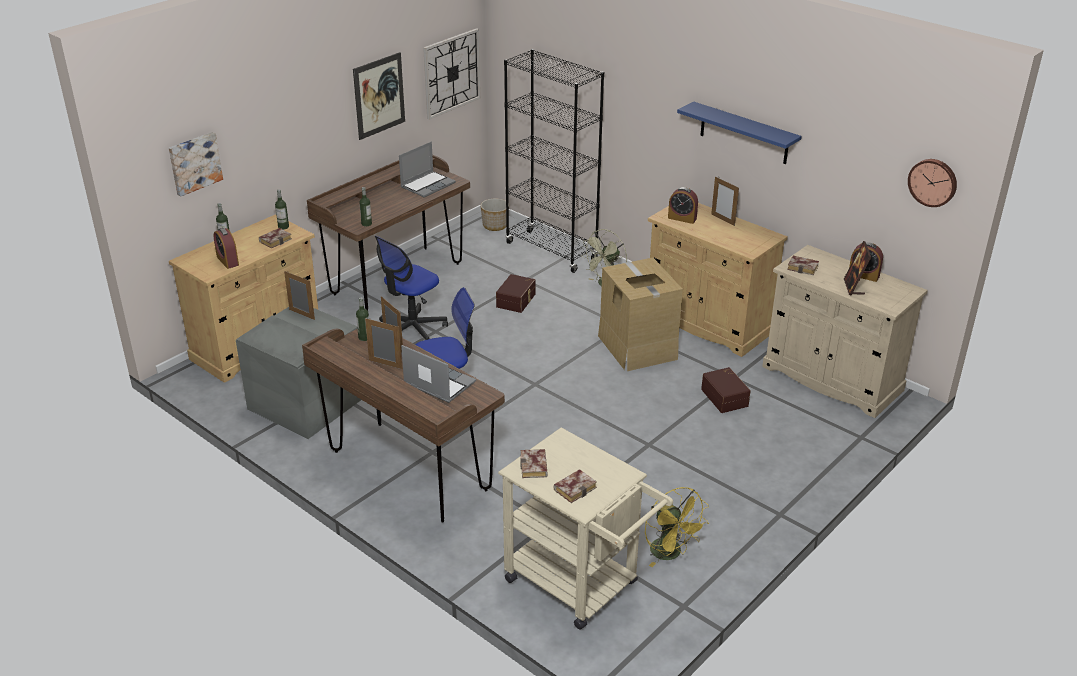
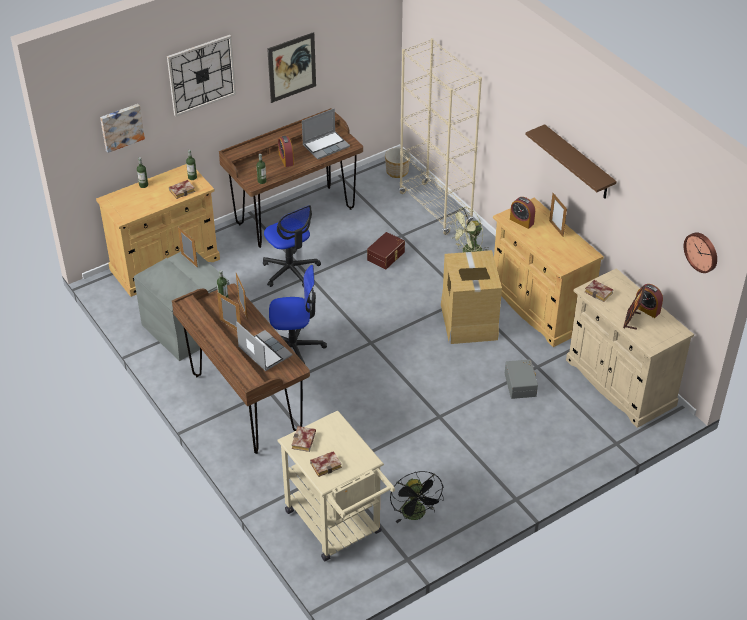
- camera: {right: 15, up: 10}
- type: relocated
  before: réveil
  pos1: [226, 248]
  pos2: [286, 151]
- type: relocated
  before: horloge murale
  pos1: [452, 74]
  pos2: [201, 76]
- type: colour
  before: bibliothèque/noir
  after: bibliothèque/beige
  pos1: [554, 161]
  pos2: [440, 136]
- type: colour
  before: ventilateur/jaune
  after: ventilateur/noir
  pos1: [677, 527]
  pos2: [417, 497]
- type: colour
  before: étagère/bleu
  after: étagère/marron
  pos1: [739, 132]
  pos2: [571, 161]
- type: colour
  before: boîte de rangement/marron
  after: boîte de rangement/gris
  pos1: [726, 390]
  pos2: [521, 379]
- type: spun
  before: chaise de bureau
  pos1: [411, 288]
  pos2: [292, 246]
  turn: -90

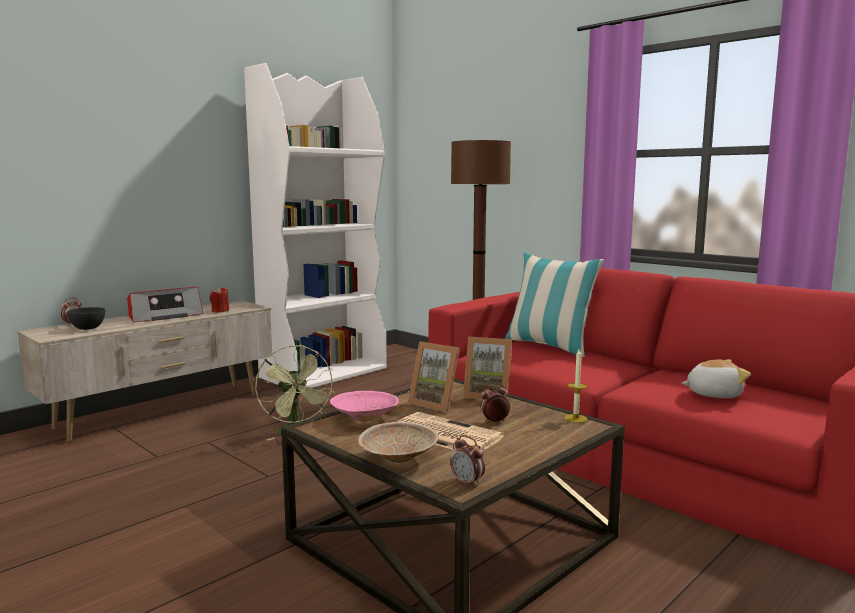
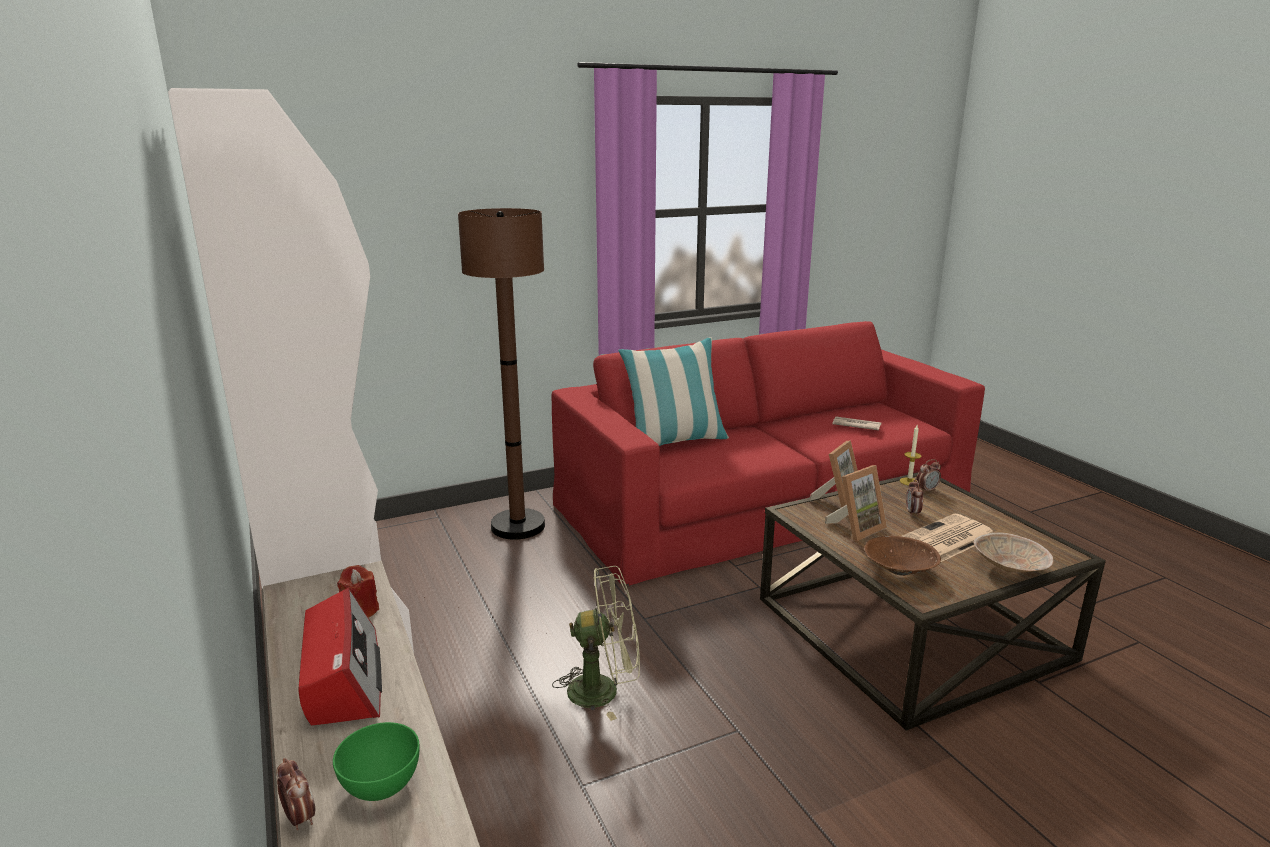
- camera: {right: -70, up: 10}
- type: relocated
  before: réveil
  pos1: [467, 461]
  pos2: [928, 476]
- type: exchanged
  before: peluche
  after: journal
  pos1: [716, 378]
  pos2: [856, 423]
- type: colour
  before: bol/gris
  after: bol/vert
  pos1: [86, 318]
  pos2: [376, 761]
- type: colour
  before: bol/rose
  after: bol/marron
  pos1: [364, 406]
  pos2: [902, 556]

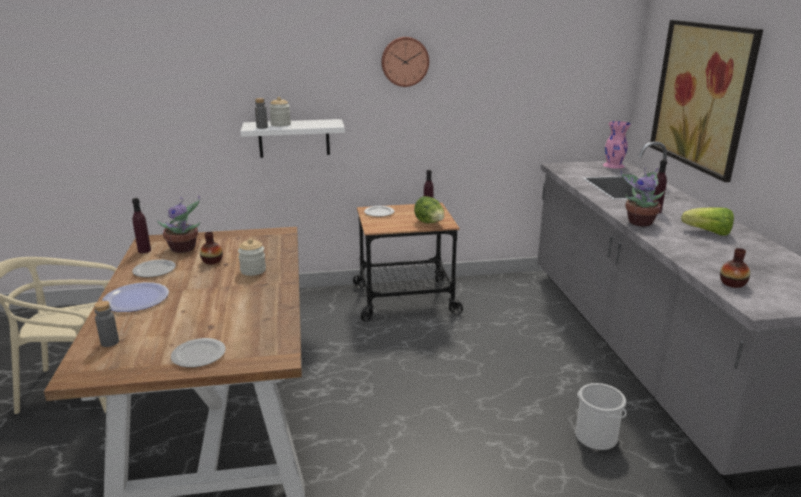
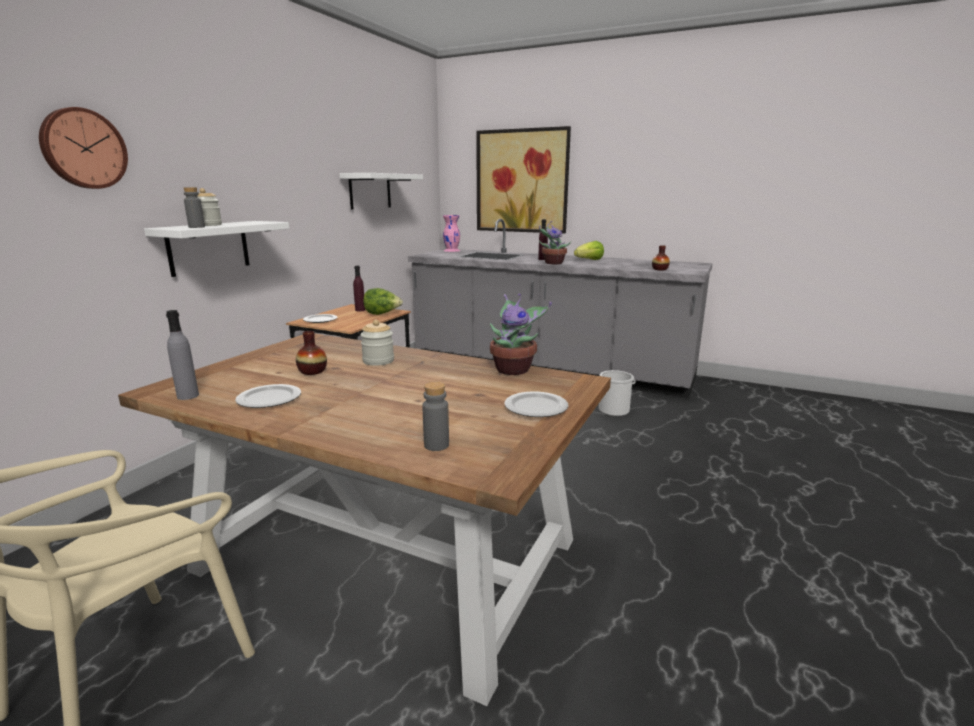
- camera: {right: -55, up: -5}
- type: missing
  before: assiette
  pos1: [135, 297]
- type: appeared
  after: étagère/blanc
  pos2: [381, 191]
- type: relocated
  before: plante en pot
  pos1: [178, 224]
  pos2: [521, 334]
- type: relocated
  before: horloge murale
  pos1: [405, 62]
  pos2: [83, 148]
- type: colour
  before: bouteille/violet
  after: bouteille/gris
  pos1: [141, 225]
  pos2: [182, 355]

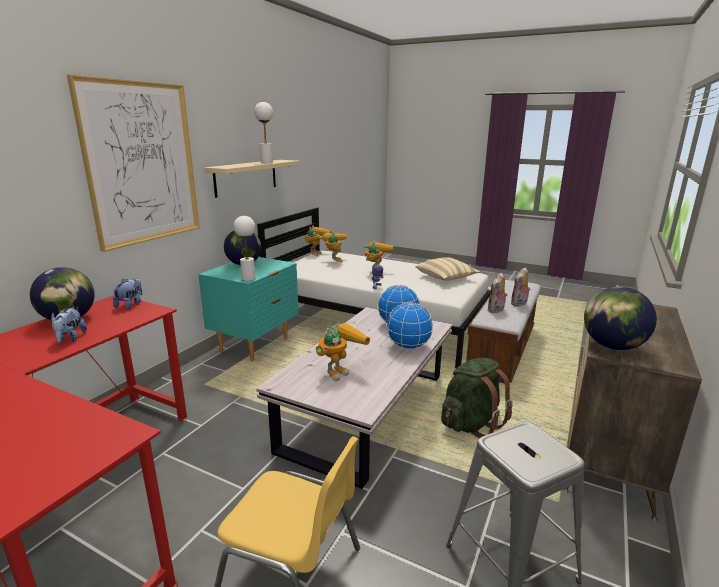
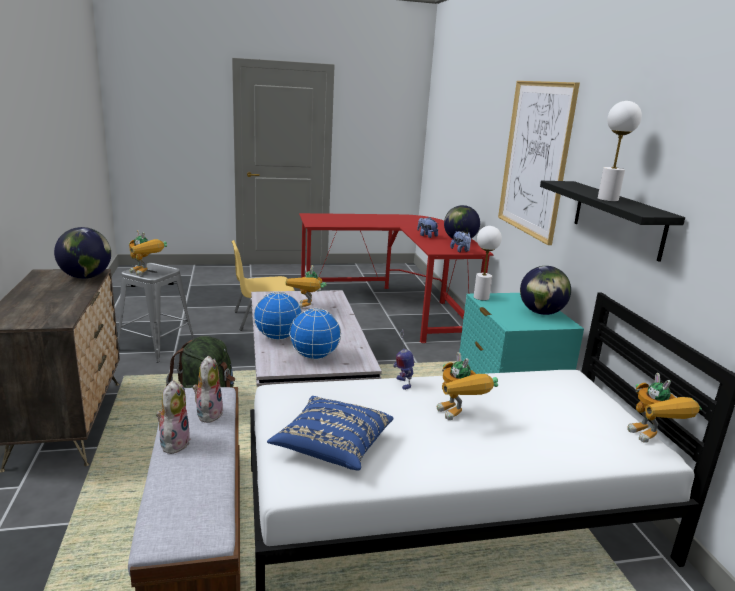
- camera: {right: 140, up: 0}
- type: relocated
  before: robot jouet
  pos1: [333, 247]
  pos2: [148, 253]
- type: colour
  before: étagère/beige
  after: étagère/noir
  pos1: [252, 179]
  pos2: [612, 221]
- type: colour
  before: coussin/beige
  after: coussin/bleu
  pos1: [447, 269]
  pos2: [330, 433]

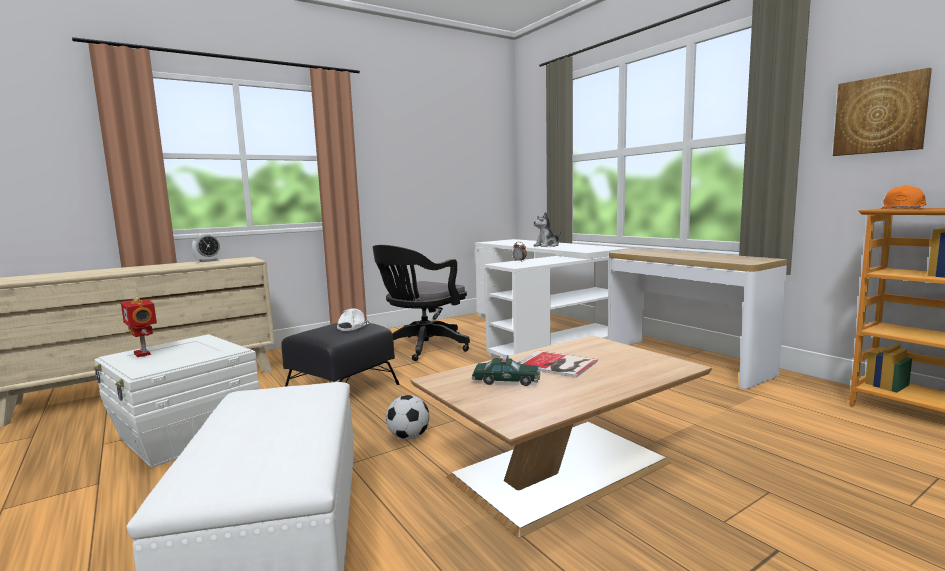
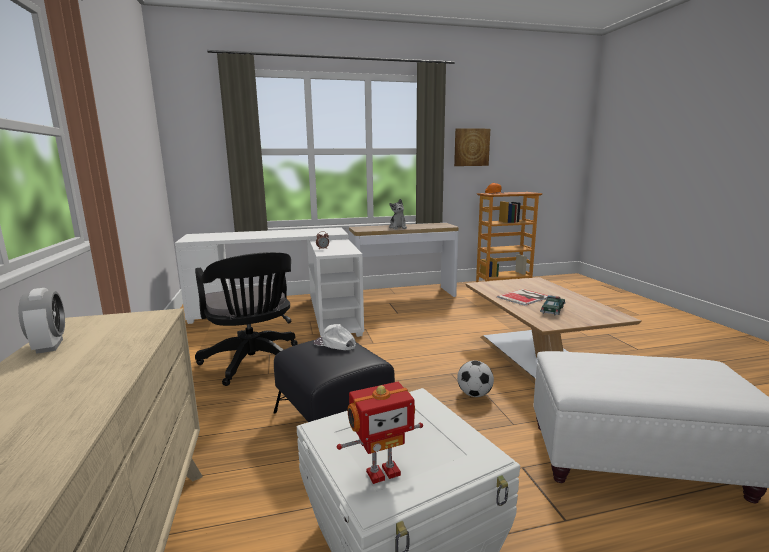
- camera: {right: -70, up: 5}
- type: relocated
  before: peluche
  pos1: [547, 229]
  pos2: [398, 214]

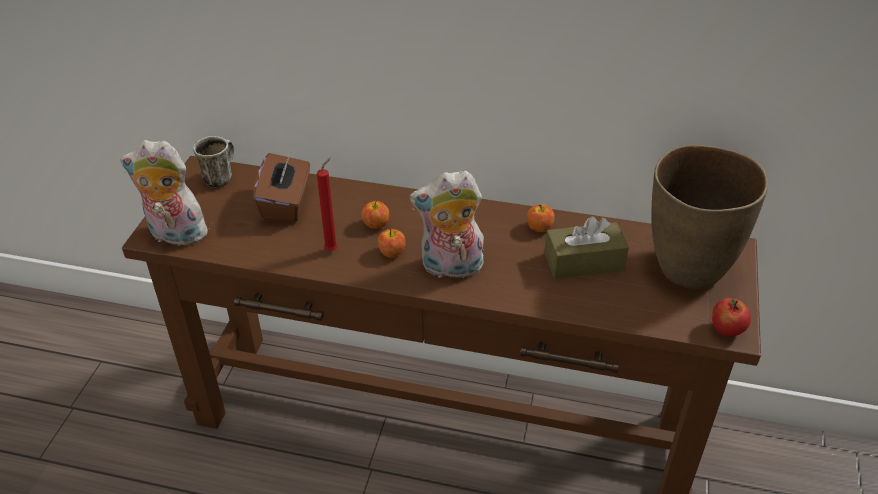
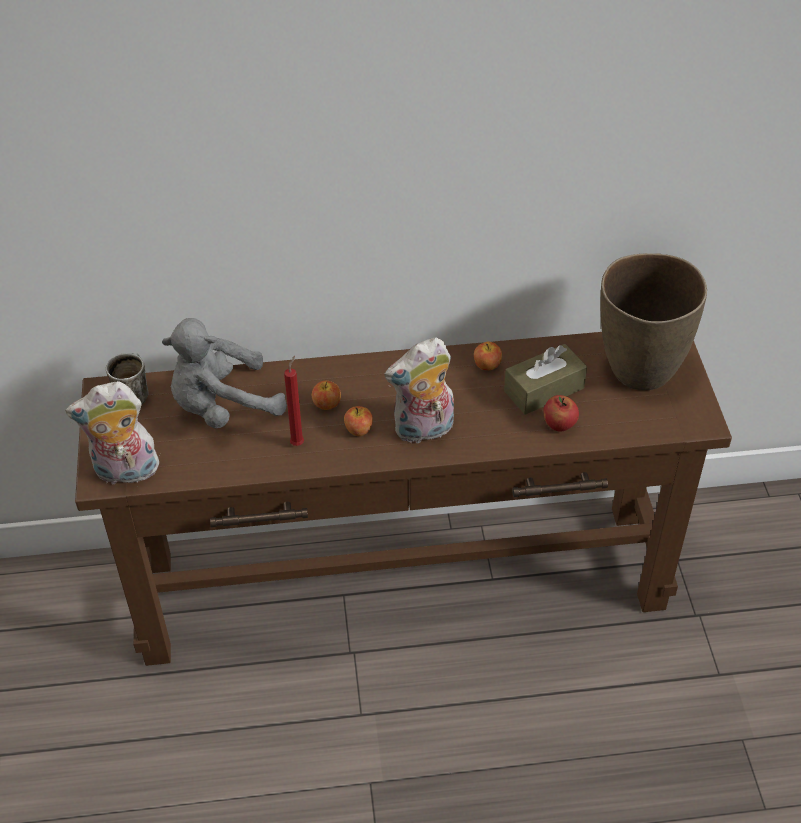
- camera: {right: -20, up: 5}
- type: relocated
  before: pomme
  pos1: [731, 317]
  pos2: [561, 413]
- type: exchanged
  before: boîte à mouchoirs/marron
  after: peluche/gris
  pos1: [281, 187]
  pos2: [224, 373]

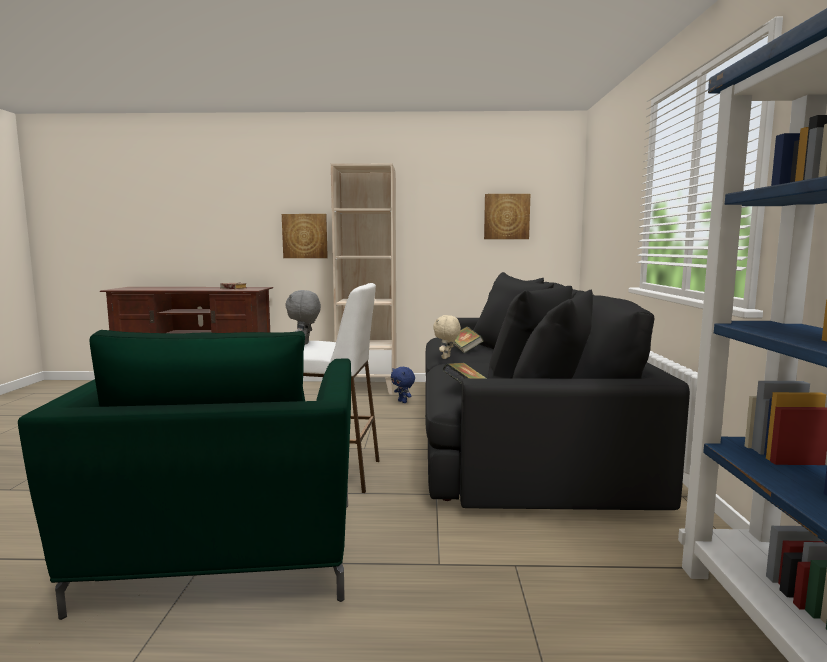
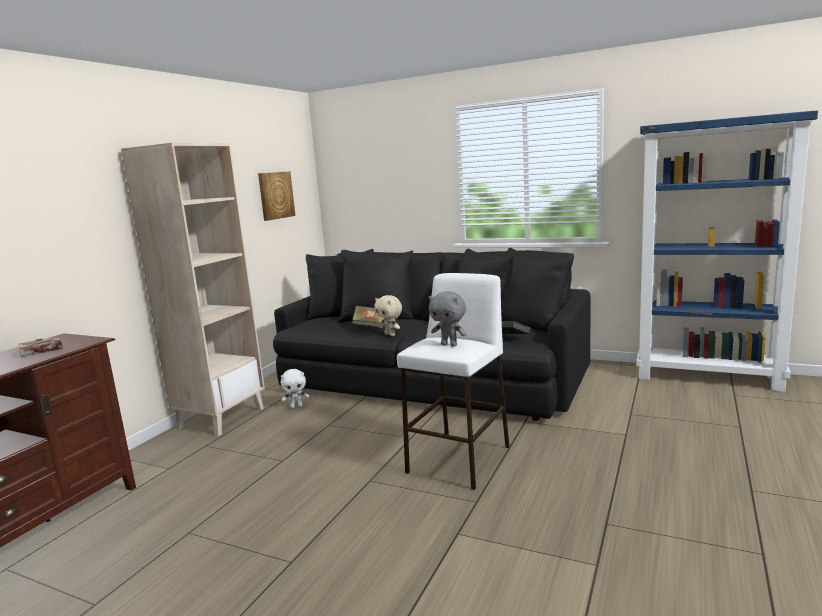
- camera: {right: -65, up: 5}
- type: missing
  before: fauteuil/vert
  pos1: [184, 475]
- type: missing
  before: tableau
  pos1: [305, 236]
- type: colour
  before: peluche/bleu
  after: peluche/blanc
  pos1: [403, 385]
  pos2: [295, 388]

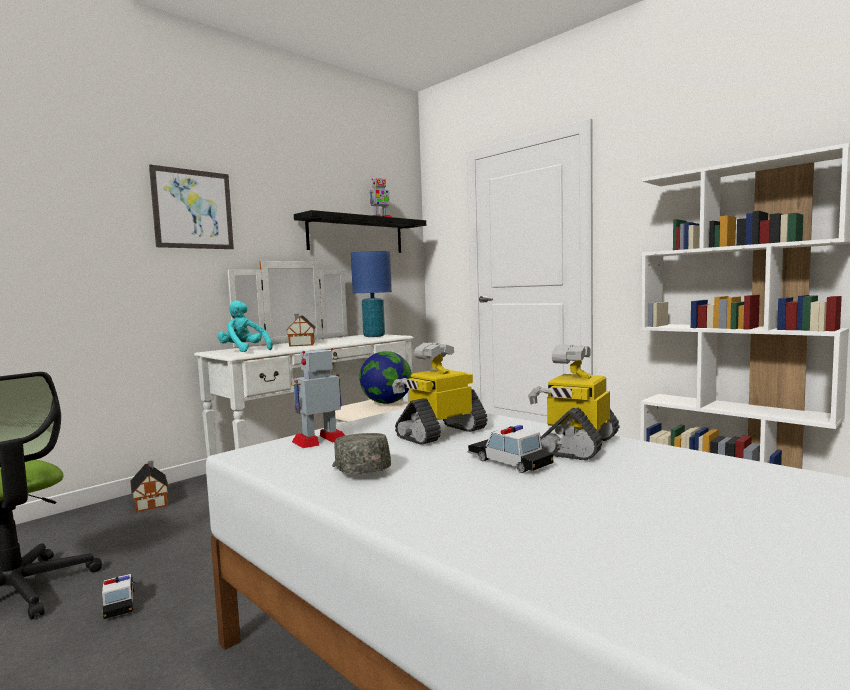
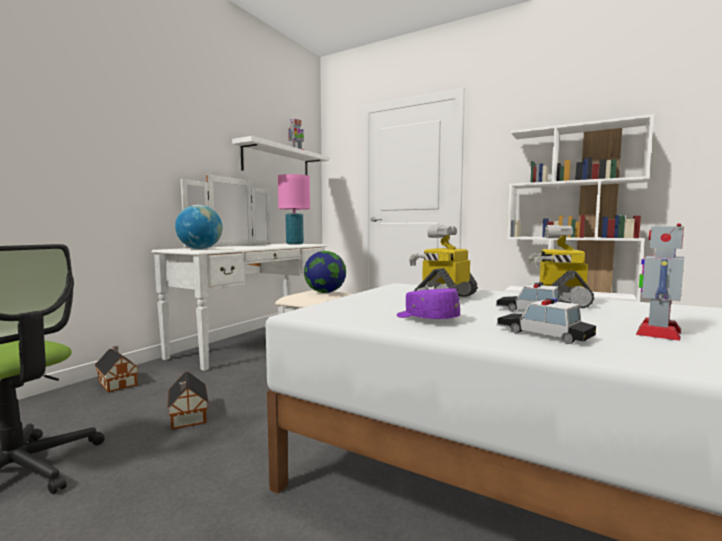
- camera: {right: -15, up: 0}
- type: missing
  before: tableau
  pos1: [191, 207]
- type: relocated
  before: petite voiture
  pos1: [118, 597]
  pos2: [546, 321]
- type: relocated
  before: maison miniature
  pos1: [300, 330]
  pos2: [188, 401]
- type: relocated
  before: robot jouet
  pos1: [318, 398]
  pos2: [660, 282]
- type: exchanged
  before: peluche/turquoise
  after: globe
  pos1: [245, 326]
  pos2: [198, 227]
- type: colour
  before: étagère/noir
  after: étagère/blanc
  pos1: [360, 231]
  pos2: [280, 155]
- type: colour
  before: casquette/gris
  after: casquette/violet
  pos1: [361, 453]
  pos2: [428, 303]
- type: colour
  before: lampe de table/bleu
  after: lampe de table/rose
  pos1: [371, 294]
  pos2: [294, 209]

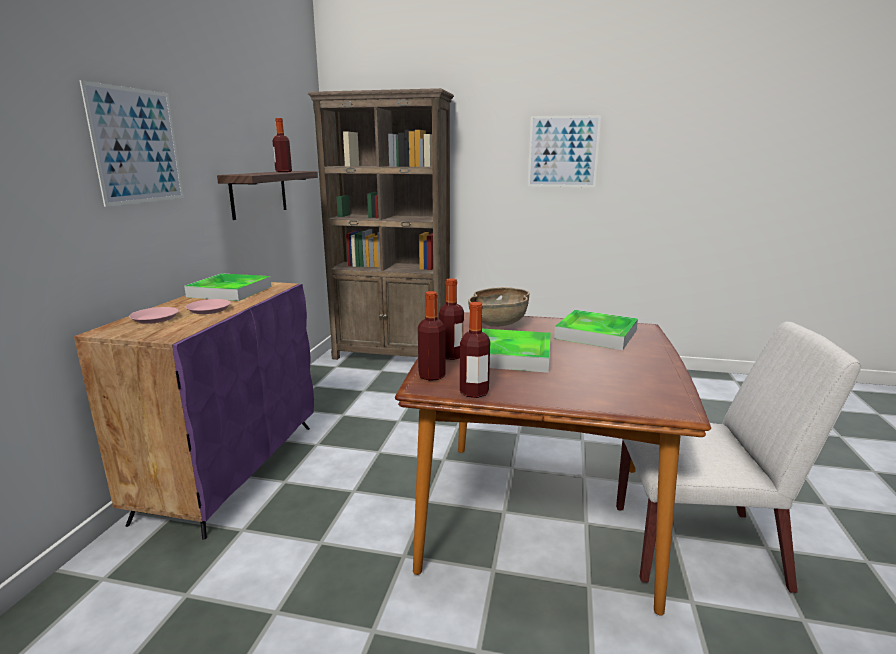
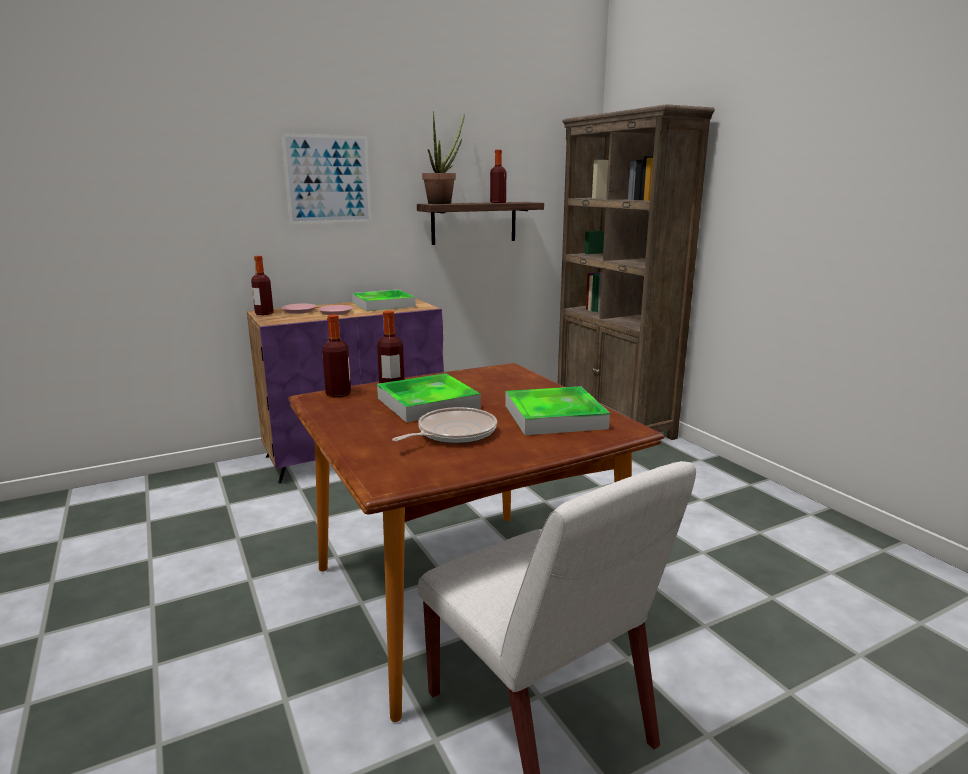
- camera: {right: 50, up: 0}
- type: missing
  before: bol/marron
  pos1: [498, 307]
- type: missing
  before: tableau
  pos1: [564, 151]
- type: appeared
  after: poêle
  pos2: [444, 425]
- type: appeared
  after: plante en pot
  pos2: [443, 157]
- type: relocated
  before: bouteille
  pos1: [475, 350]
  pos2: [262, 285]

